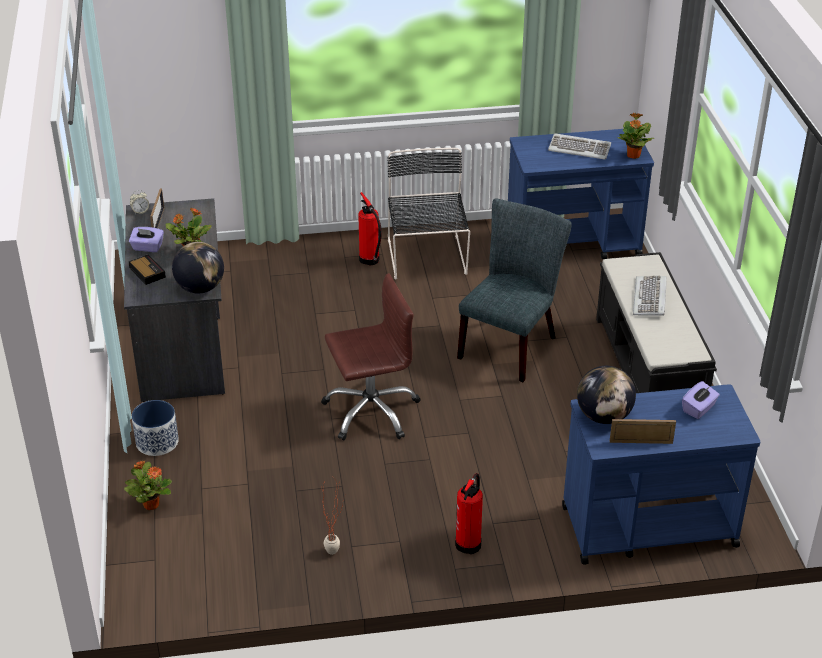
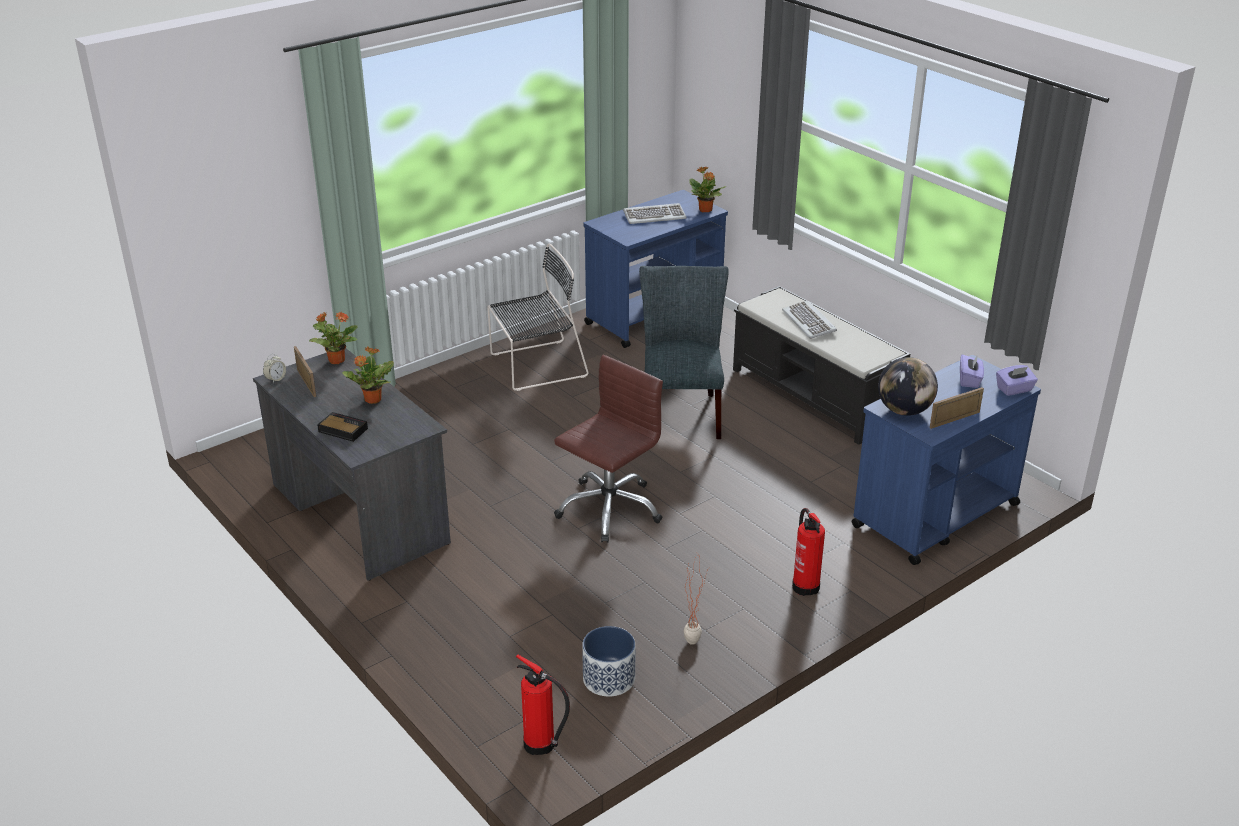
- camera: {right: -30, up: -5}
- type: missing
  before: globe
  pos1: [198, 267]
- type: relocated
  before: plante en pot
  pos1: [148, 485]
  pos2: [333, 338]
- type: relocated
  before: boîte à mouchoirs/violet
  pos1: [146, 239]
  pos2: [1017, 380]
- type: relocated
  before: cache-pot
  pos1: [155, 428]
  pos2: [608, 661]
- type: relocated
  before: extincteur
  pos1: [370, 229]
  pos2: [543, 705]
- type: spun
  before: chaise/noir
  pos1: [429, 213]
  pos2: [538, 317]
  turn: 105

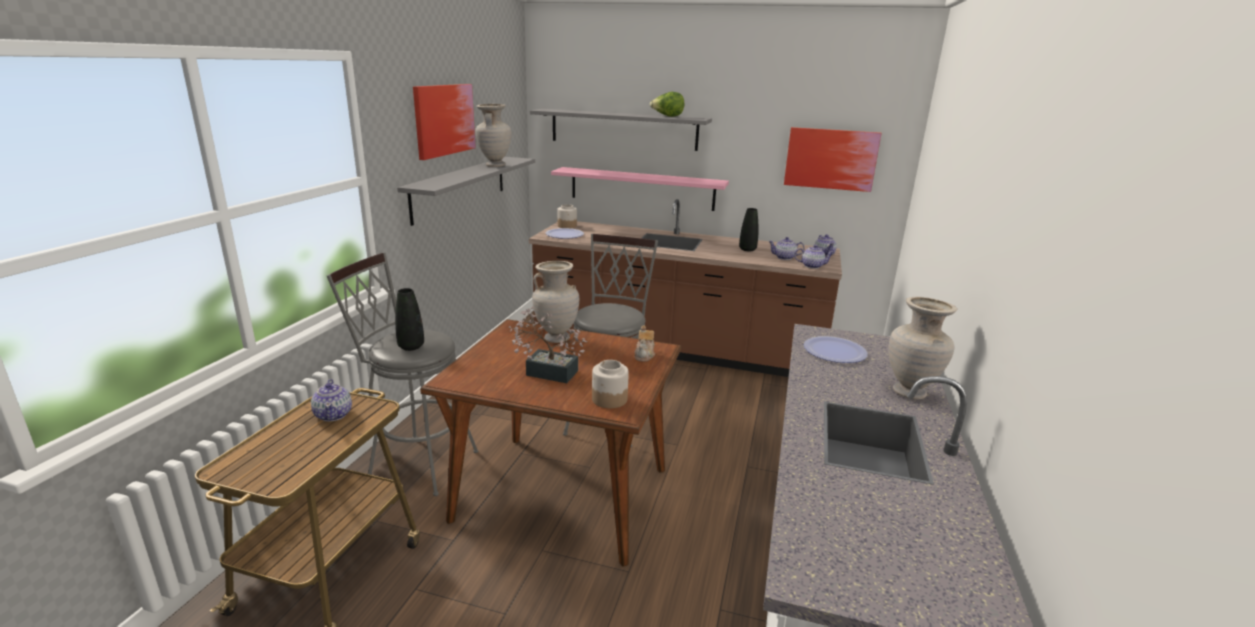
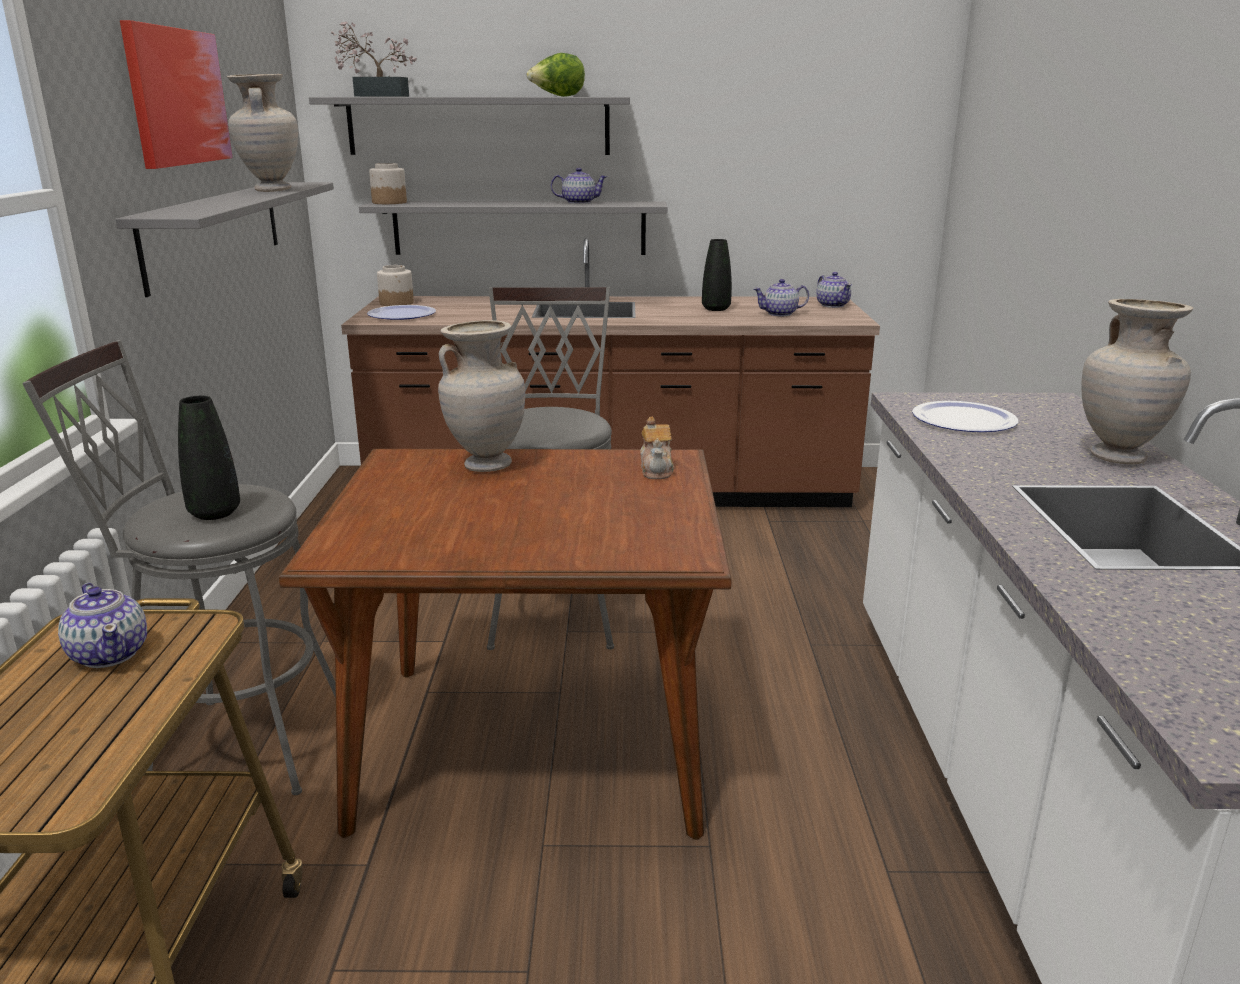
- camera: {right: -15, up: 0}
- type: missing
  before: tableau
  pos1: [833, 159]
- type: relocated
  before: plante en pot
  pos1: [548, 344]
  pos2: [374, 59]
- type: relocated
  before: bocal
  pos1: [610, 384]
  pos2: [388, 183]
- type: relocated
  before: théière
  pos1: [814, 257]
  pos2: [579, 186]
- type: colour
  before: étagère/rose
  after: étagère/gris
  pos1: [640, 189]
  pos2: [513, 228]

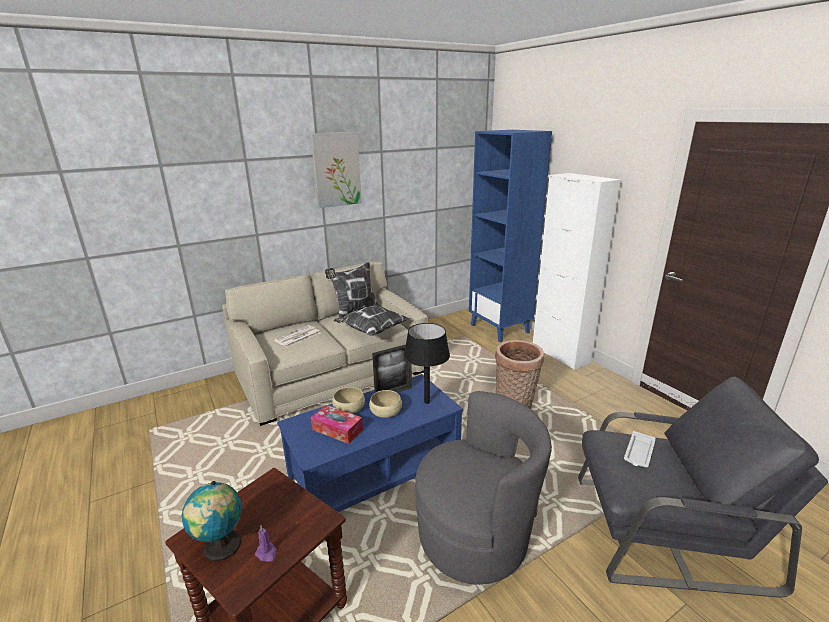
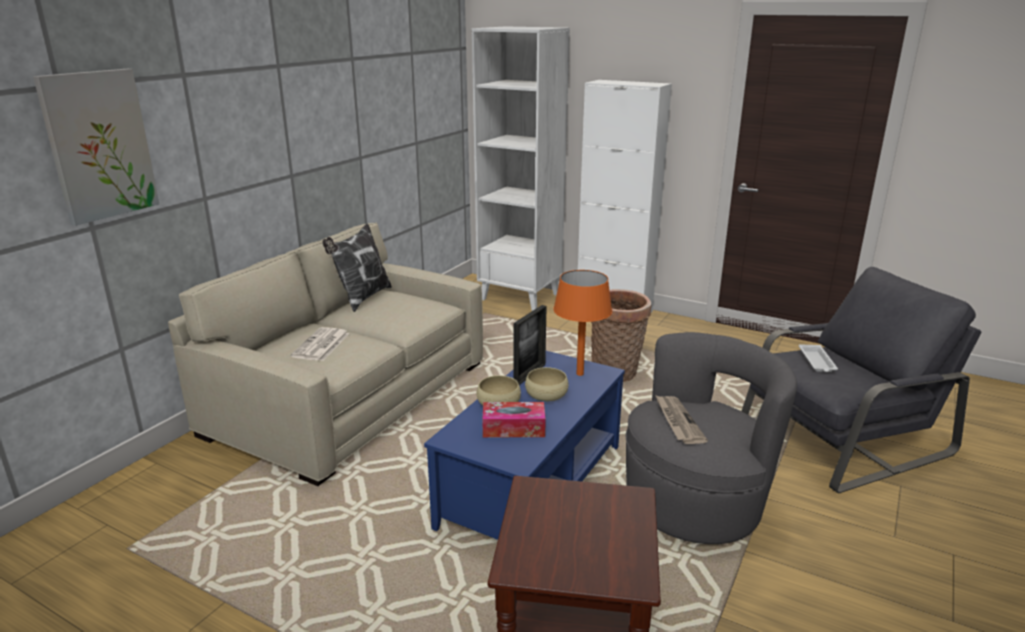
- camera: {right: -30, up: 0}
- type: missing
  before: globe
  pos1: [212, 521]
- type: missing
  before: bougie/violet
  pos1: [266, 544]
- type: missing
  before: coussin
  pos1: [372, 320]
- type: appeared
  after: journal
  pos2: [681, 419]
- type: relocated
  before: tableau
  pos1: [336, 170]
  pos2: [96, 147]
- type: colour
  before: lampe de table/noir
  after: lampe de table/orange
  pos1: [427, 363]
  pos2: [582, 323]
- type: colour
  before: bibliothèque/bleu
  after: bibliothèque/blanc
  pos1: [510, 236]
  pos2: [521, 168]

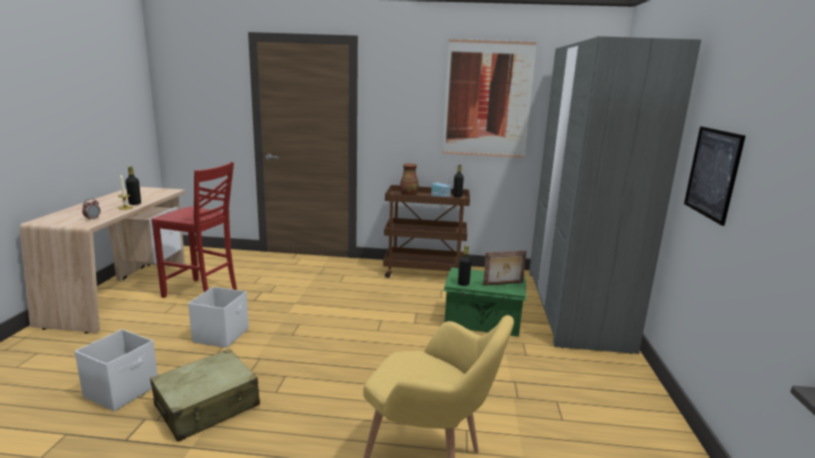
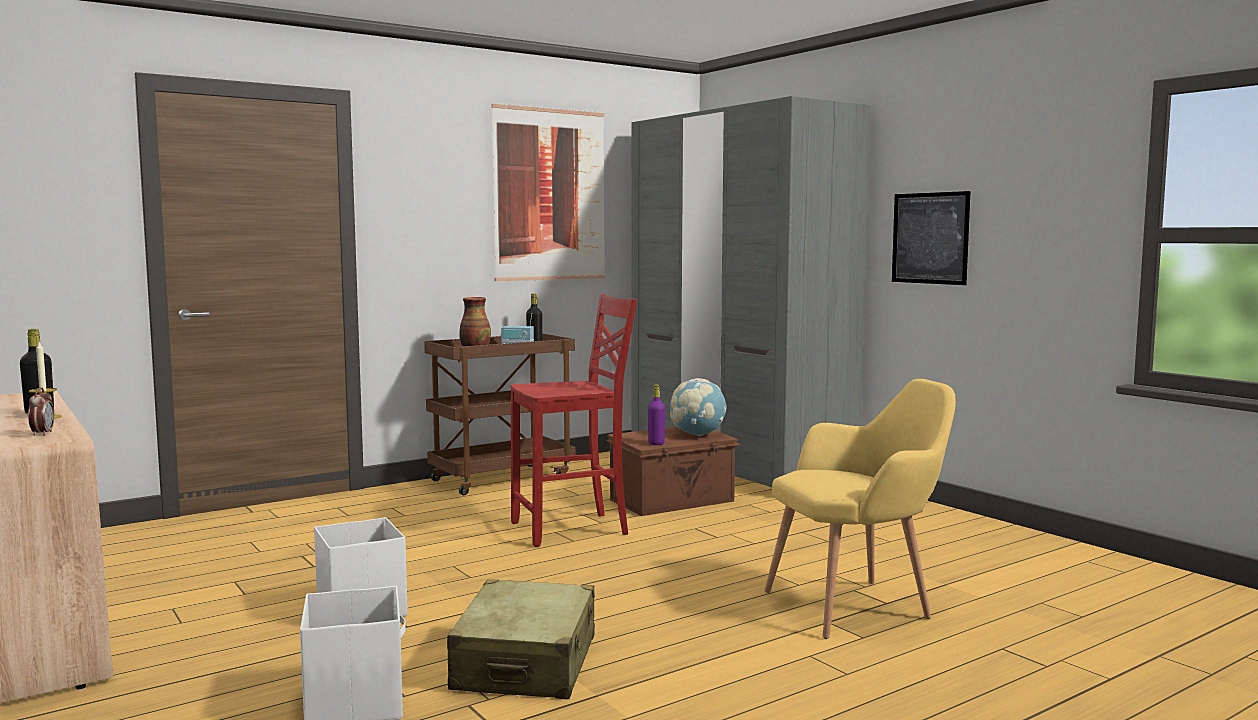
- camera: {right: -40, up: -10}
- type: relocated
  before: chaise/rouge
  pos1: [194, 230]
  pos2: [574, 420]
- type: exchanged
  before: cadre photo
  after: globe
  pos1: [504, 268]
  pos2: [698, 407]
- type: colour
  before: boîte de rangement/vert
  after: boîte de rangement/marron
  pos1: [485, 302]
  pos2: [673, 471]
- type: colour
  before: bouteille/noir
  after: bouteille/violet
  pos1: [465, 265]
  pos2: [656, 415]

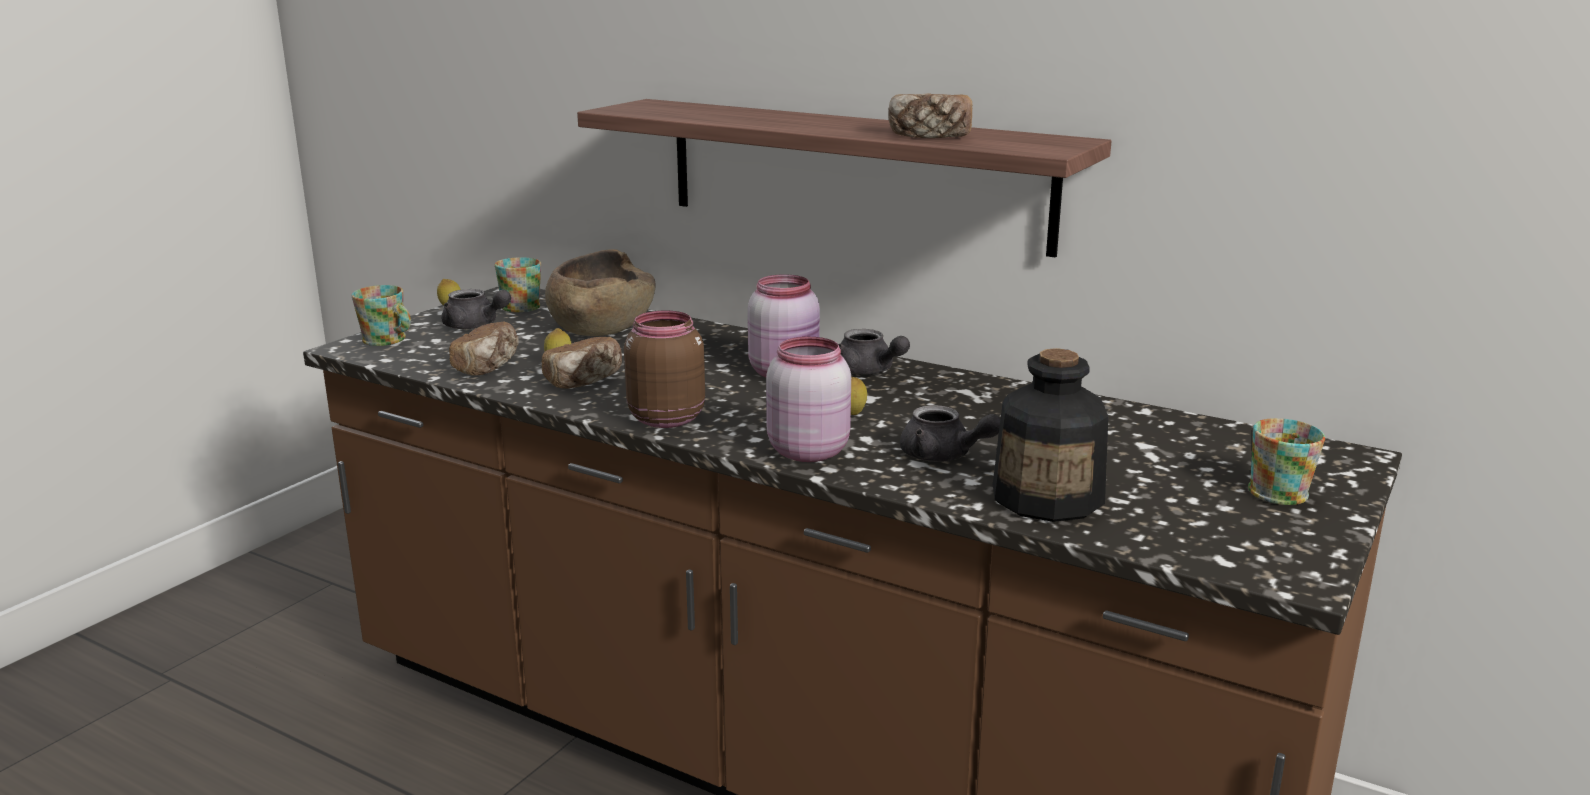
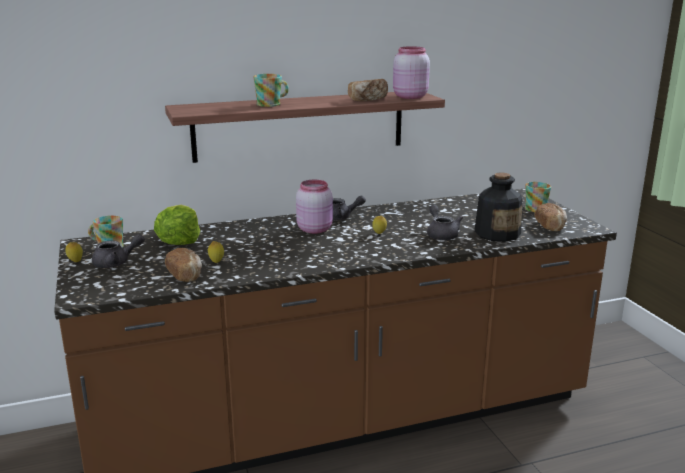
- camera: {right: -50, up: 0}
- type: missing
  before: bocal/marron
  pos1: [664, 369]
- type: relocated
  before: mug
  pos1: [381, 315]
  pos2: [271, 90]
- type: relocated
  before: pain
  pos1: [582, 362]
  pos2: [551, 217]
- type: relocated
  before: bocal/rose
  pos1: [808, 399]
  pos2: [411, 72]
- type: exchanged
  before: bol/marron
  after: laitue
  pos1: [600, 292]
  pos2: [177, 225]
- type: spun
  before: théière/gris
  pos1: [950, 433]
  pos2: [445, 222]
  turn: -90

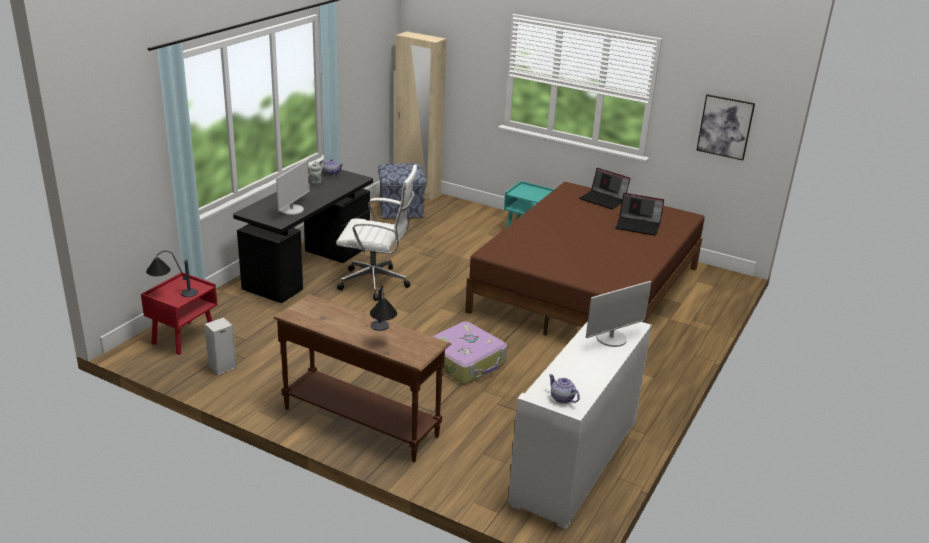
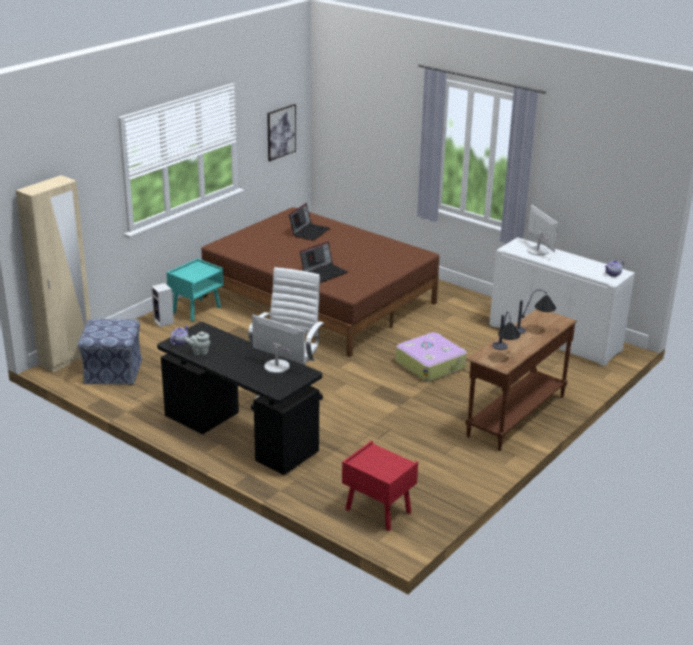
- camera: {right: -80, up: 0}
- type: relocated
  before: lampe de table
  pos1: [172, 274]
  pos2: [506, 331]
- type: relocated
  before: enceinte
  pos1: [220, 346]
  pos2: [162, 305]
- type: relocated
  before: ordinateur portable
  pos1: [605, 188]
  pos2: [324, 262]

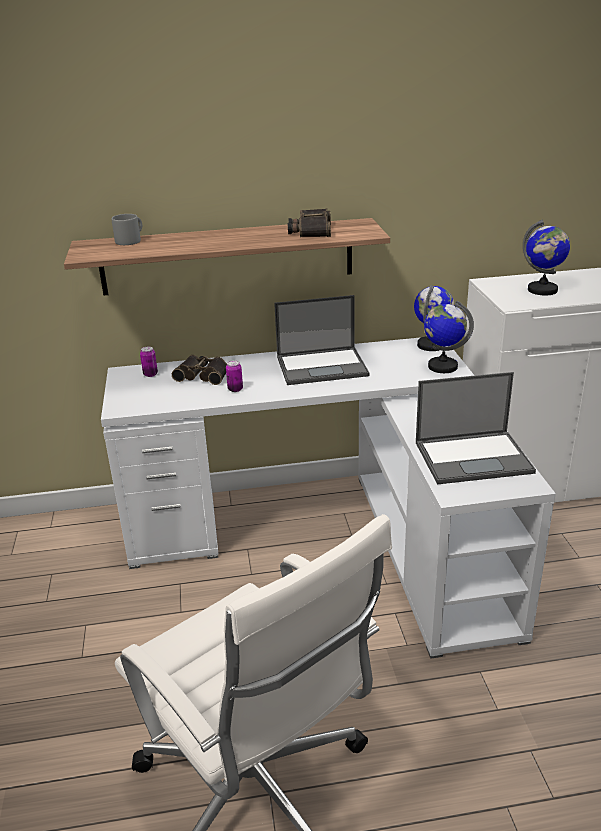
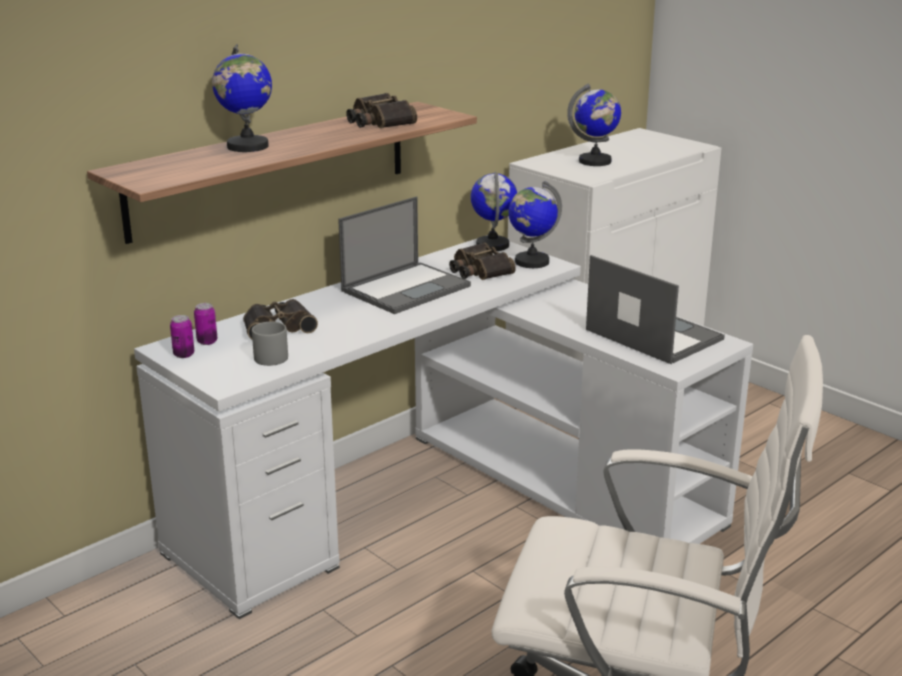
- camera: {right: -35, up: -5}
- type: appeared
  after: globe
  pos2: [242, 98]
- type: appeared
  after: jumelles
  pos2: [482, 261]
- type: relocated
  before: mug/gris
  pos1: [126, 229]
  pos2: [270, 344]
- type: relocated
  before: boîte métallique
  pos1: [234, 376]
  pos2: [182, 336]
- type: spun
  before: ordinateur portable
  pos1: [476, 428]
  pos2: [655, 309]
  turn: -90

